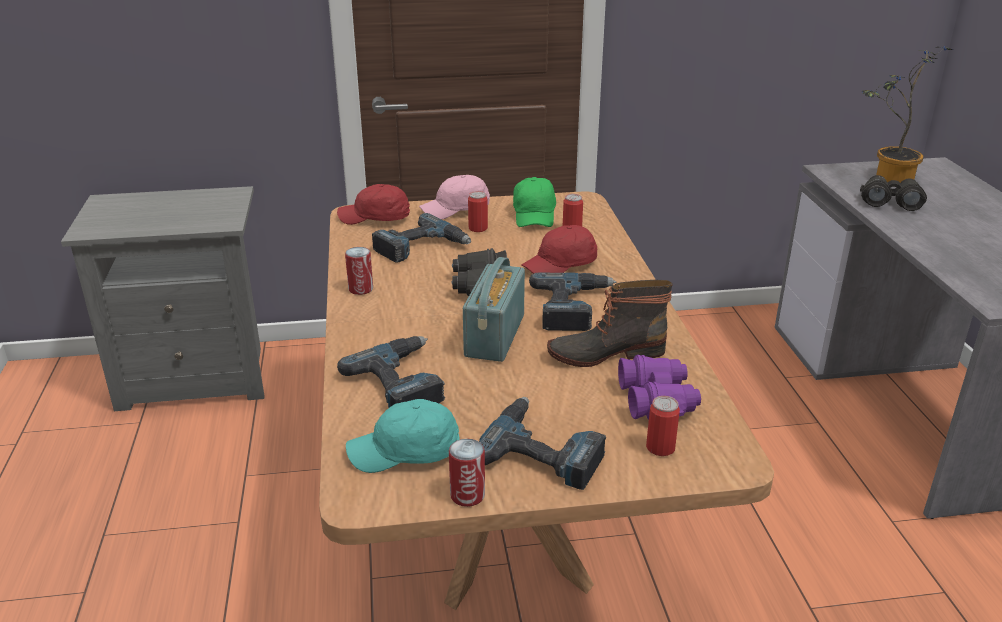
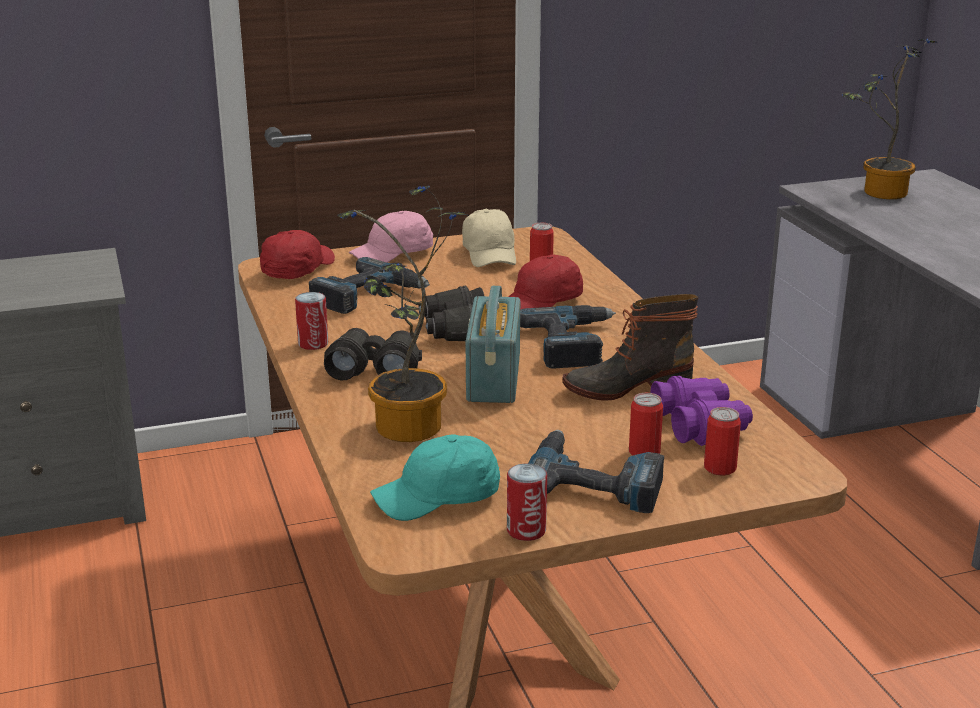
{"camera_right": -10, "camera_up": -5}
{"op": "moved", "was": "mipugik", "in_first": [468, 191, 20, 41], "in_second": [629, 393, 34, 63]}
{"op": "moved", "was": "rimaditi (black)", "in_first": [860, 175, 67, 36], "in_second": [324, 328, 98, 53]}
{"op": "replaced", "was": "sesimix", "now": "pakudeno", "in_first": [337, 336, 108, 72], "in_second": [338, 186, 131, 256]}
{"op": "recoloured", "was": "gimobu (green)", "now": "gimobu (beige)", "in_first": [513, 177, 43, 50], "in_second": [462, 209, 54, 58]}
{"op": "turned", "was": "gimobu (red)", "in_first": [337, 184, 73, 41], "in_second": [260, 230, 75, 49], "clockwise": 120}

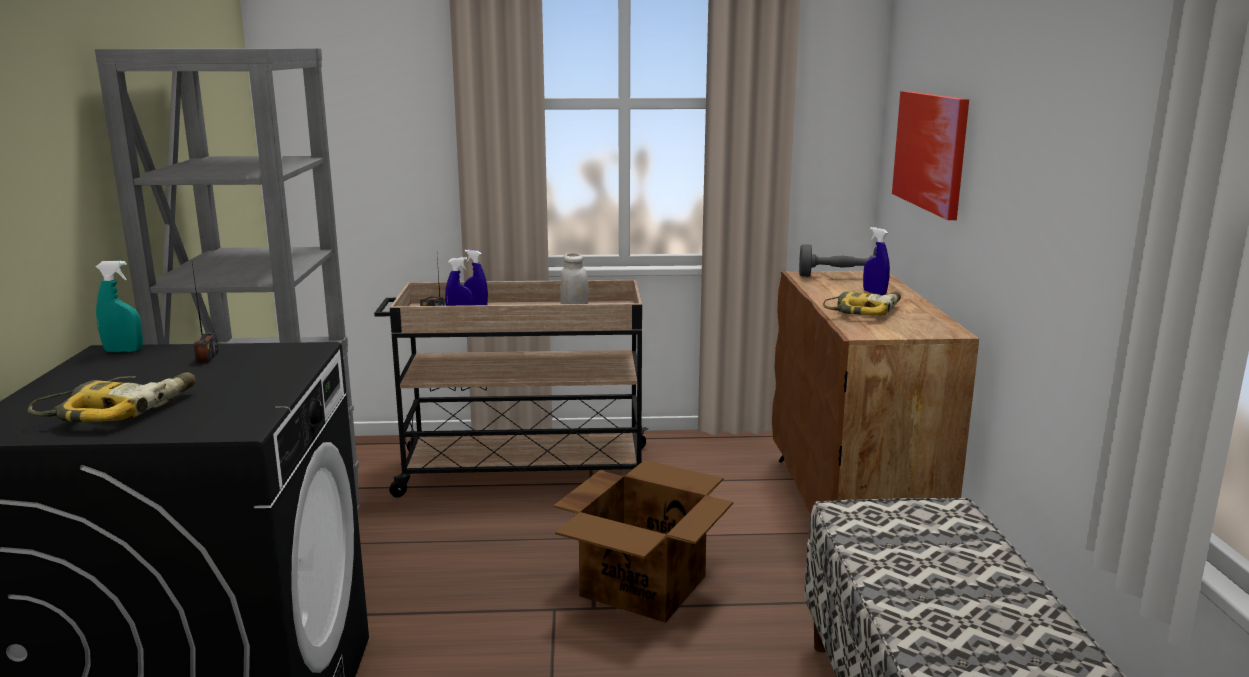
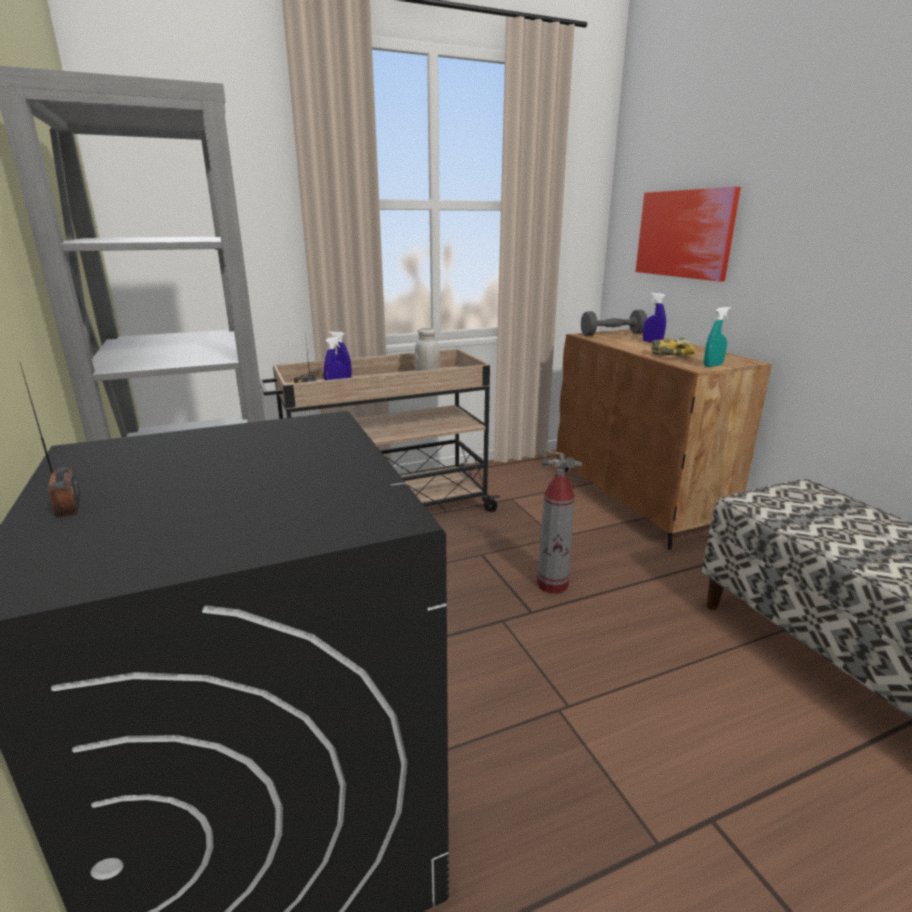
{"camera_right": -20, "camera_up": 5}
{"op": "removed", "was": "sesimix", "in_first": [28, 372, 167, 50]}
{"op": "moved", "was": "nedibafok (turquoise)", "in_first": [96, 261, 47, 91], "in_second": [704, 307, 27, 60]}
{"op": "moved", "was": "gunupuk", "in_first": [192, 264, 26, 99], "in_second": [20, 363, 60, 155]}
{"op": "replaced", "was": "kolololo", "now": "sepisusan", "in_first": [554, 460, 179, 163], "in_second": [537, 450, 45, 144]}

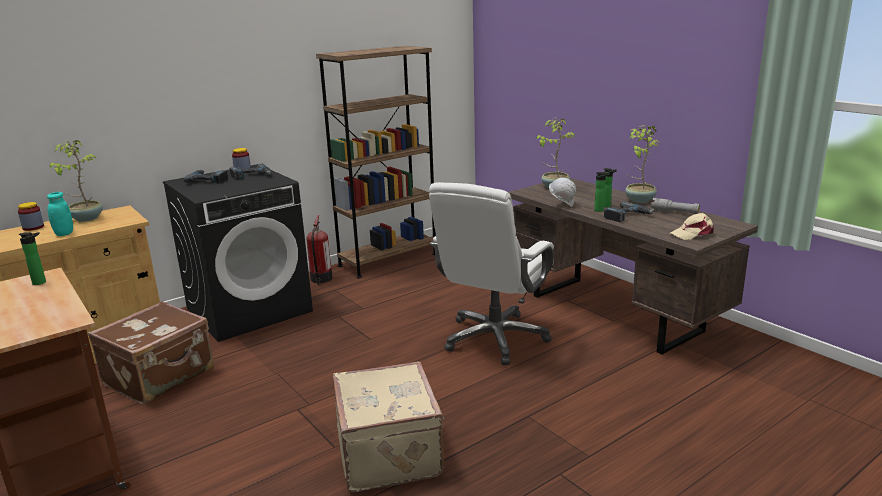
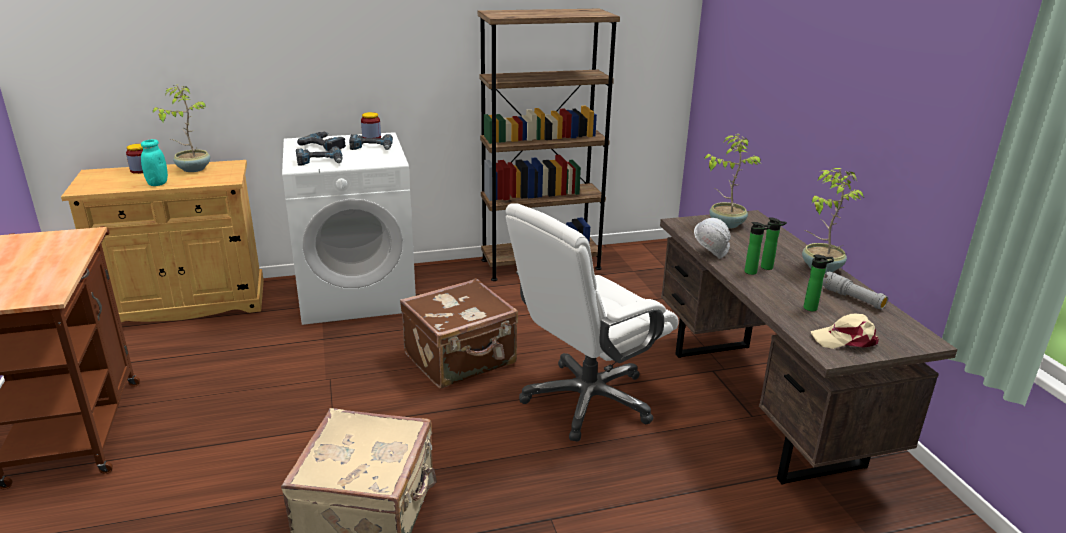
{"camera_right": 20, "camera_up": 5}
{"op": "removed", "was": "sepisusan", "in_first": [306, 215, 27, 70]}
{"op": "moved", "was": "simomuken", "in_first": [19, 232, 27, 53], "in_second": [803, 255, 31, 56]}
{"op": "moved", "was": "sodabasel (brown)", "in_first": [88, 301, 126, 104], "in_second": [400, 278, 118, 110]}
{"op": "moved", "was": "sesimix", "in_first": [604, 202, 50, 20], "in_second": [296, 146, 46, 20]}
{"op": "recoloured", "was": "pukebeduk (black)", "now": "pukebeduk (white)", "in_first": [163, 164, 150, 178], "in_second": [282, 132, 134, 193]}

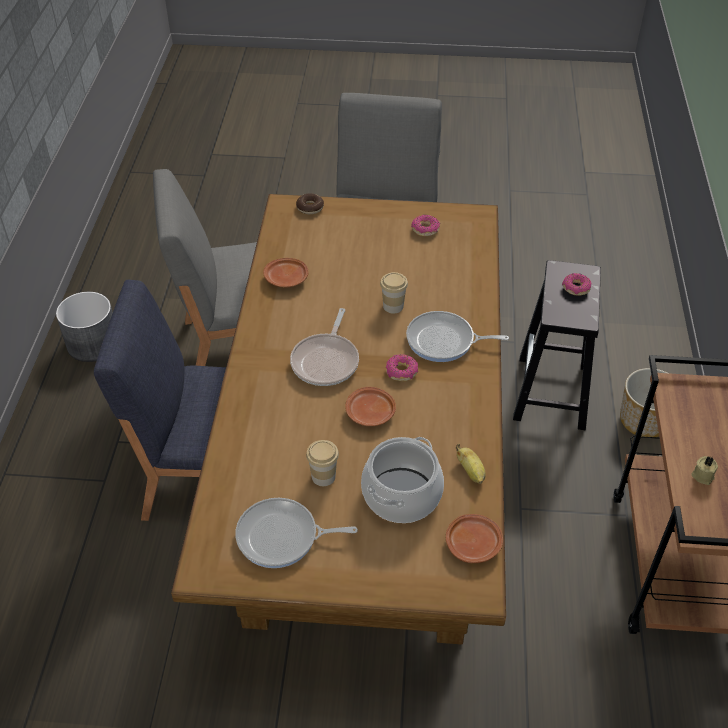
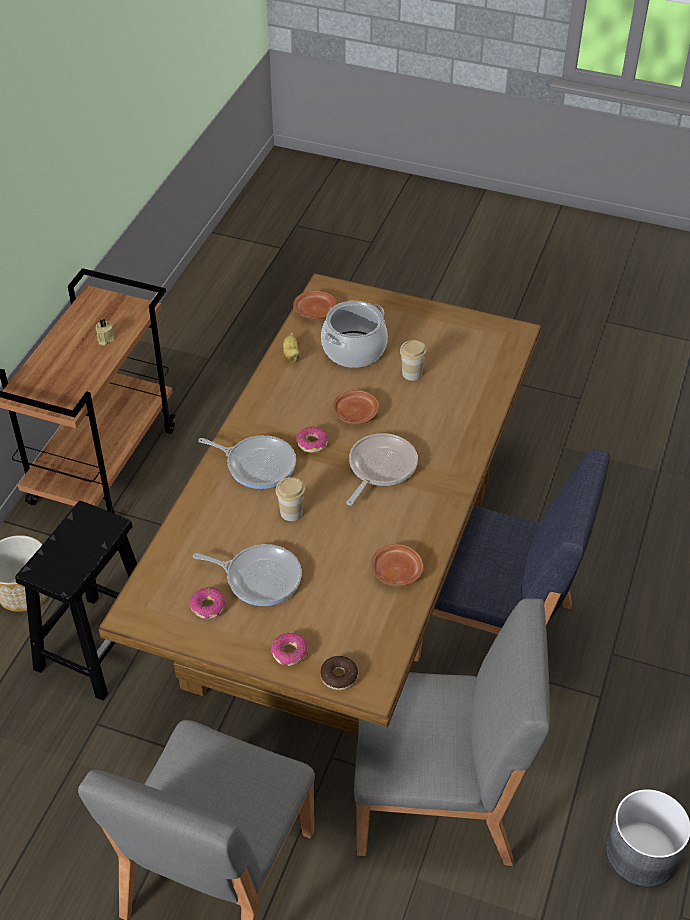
{"camera_right": -165, "camera_up": 0}
{"op": "moved", "was": "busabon", "in_first": [235, 498, 123, 70], "in_second": [193, 544, 109, 62]}
{"op": "moved", "was": "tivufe", "in_first": [562, 273, 29, 23], "in_second": [271, 633, 37, 33]}

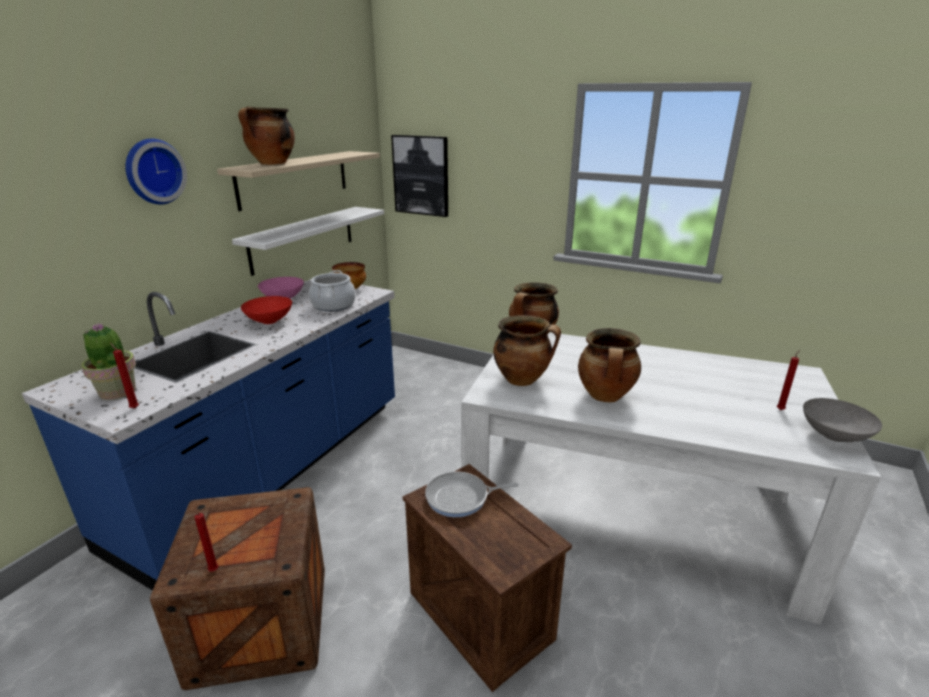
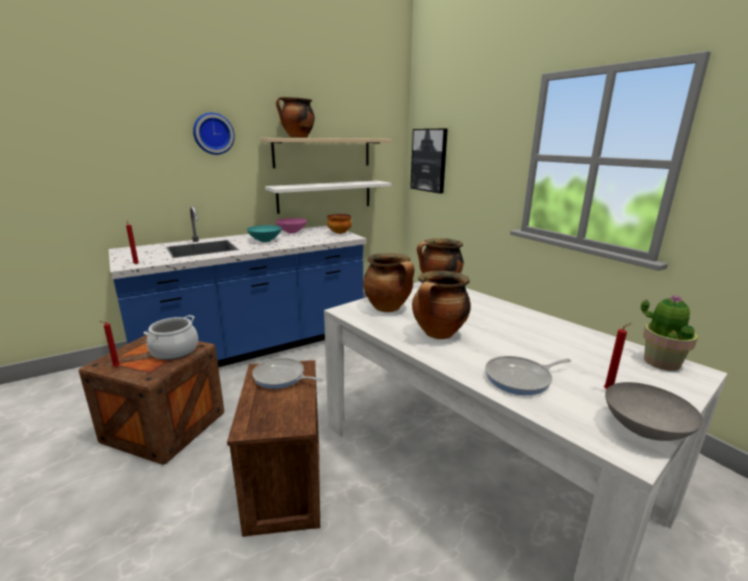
{"camera_right": 30, "camera_up": -5}
{"op": "added", "now": "busabon", "in_second": [485, 356, 86, 39]}
{"op": "moved", "was": "pakudeno", "in_first": [81, 323, 55, 77], "in_second": [641, 295, 57, 76]}
{"op": "moved", "was": "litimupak", "in_first": [309, 270, 47, 42], "in_second": [144, 315, 54, 45]}
{"op": "recoloured", "was": "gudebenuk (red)", "now": "gudebenuk (turquoise)", "in_first": [241, 296, 51, 28], "in_second": [247, 225, 35, 17]}

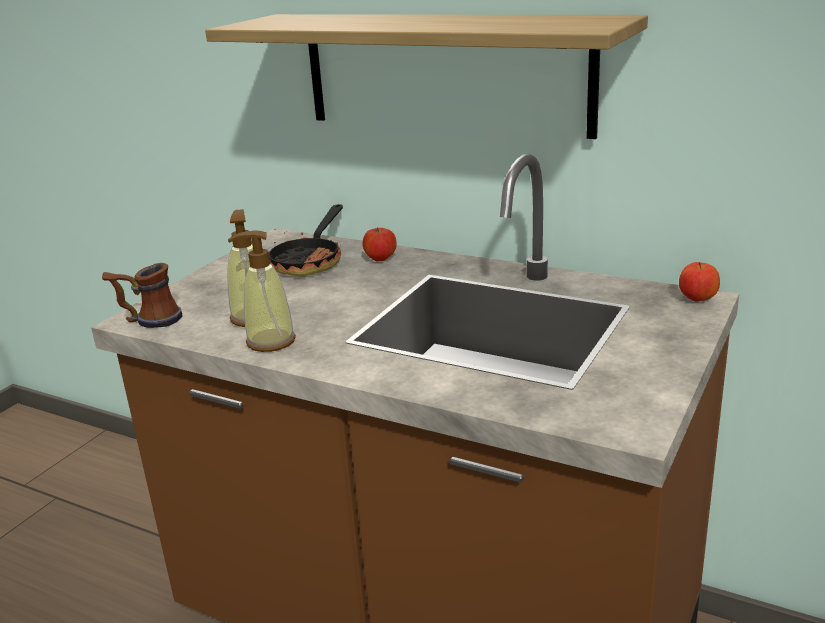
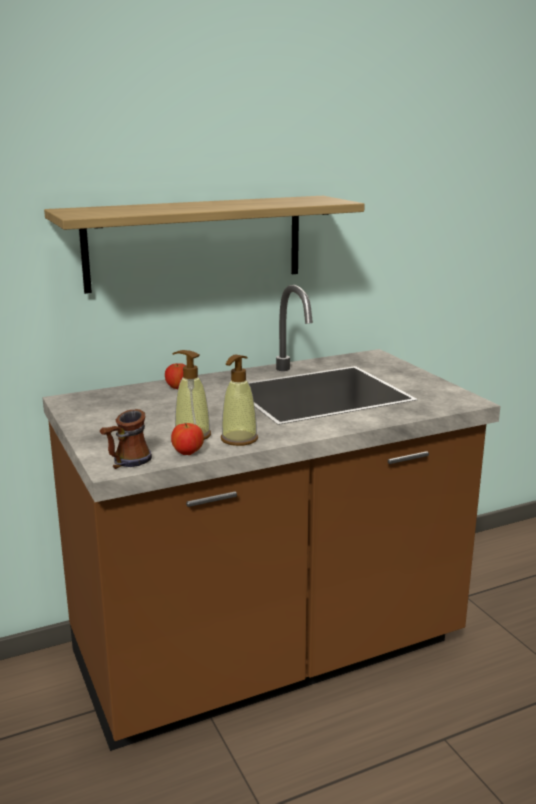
{"camera_right": -55, "camera_up": -5}
{"op": "removed", "was": "busabon", "in_first": [268, 204, 75, 72]}
{"op": "moved", "was": "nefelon", "in_first": [679, 262, 41, 40], "in_second": [171, 423, 33, 32]}

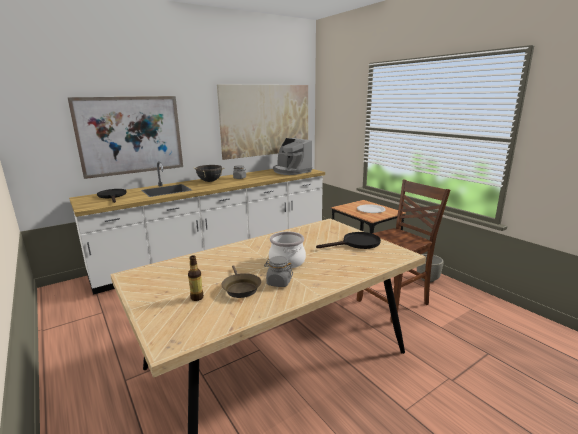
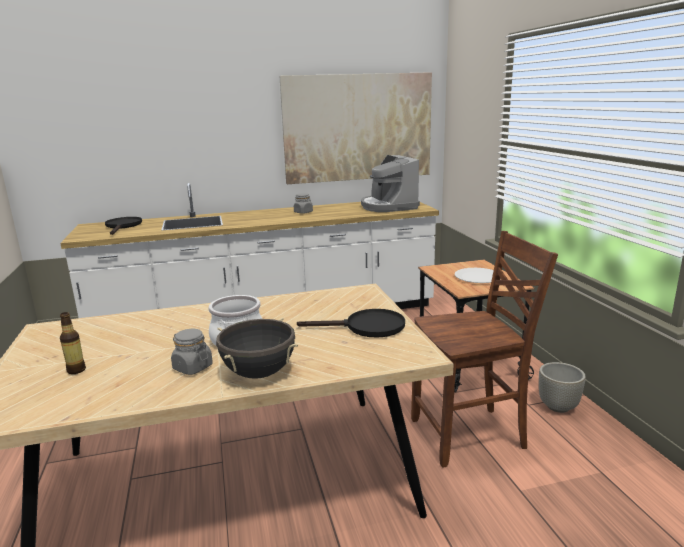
{"camera_right": 20, "camera_up": 0}
{"op": "removed", "was": "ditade", "in_first": [67, 96, 116, 83]}
{"op": "removed", "was": "busabon (brown)", "in_first": [221, 265, 40, 33]}
{"op": "moved", "was": "litimupak (black)", "in_first": [194, 165, 31, 17], "in_second": [216, 318, 82, 61]}

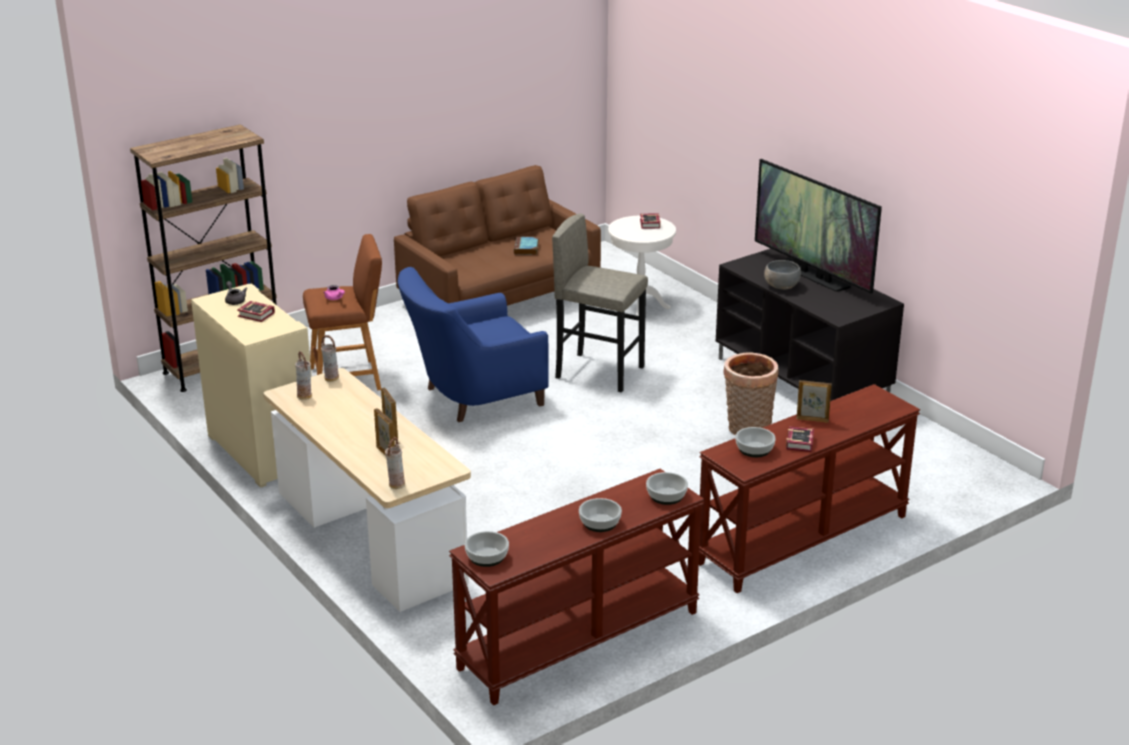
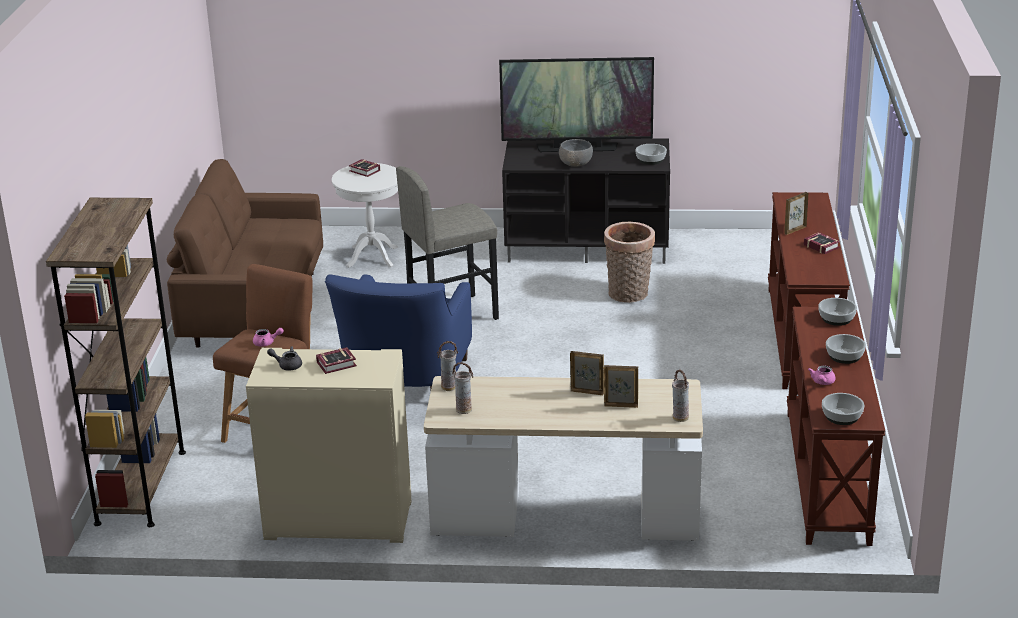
{"camera_right": -50, "camera_up": 0}
{"op": "removed", "was": "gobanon", "in_first": [514, 237, 25, 18]}
{"op": "added", "now": "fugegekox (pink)", "in_second": [808, 365, 28, 20]}
{"op": "moved", "was": "gudebenuk", "in_first": [735, 427, 41, 30], "in_second": [635, 144, 32, 21]}

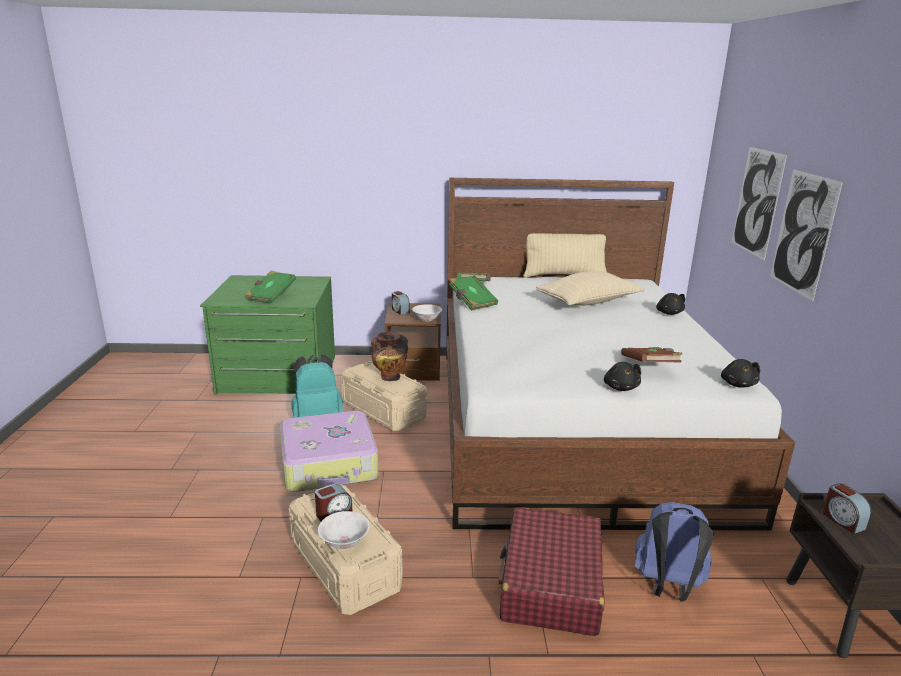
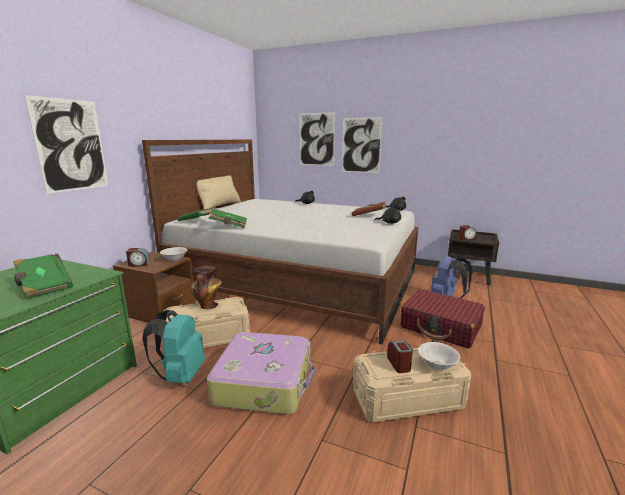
{"camera_right": -65, "camera_up": -5}
{"op": "removed", "was": "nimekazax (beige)", "in_first": [536, 271, 108, 35]}
{"op": "added", "now": "ditade", "in_second": [25, 95, 83, 99]}

